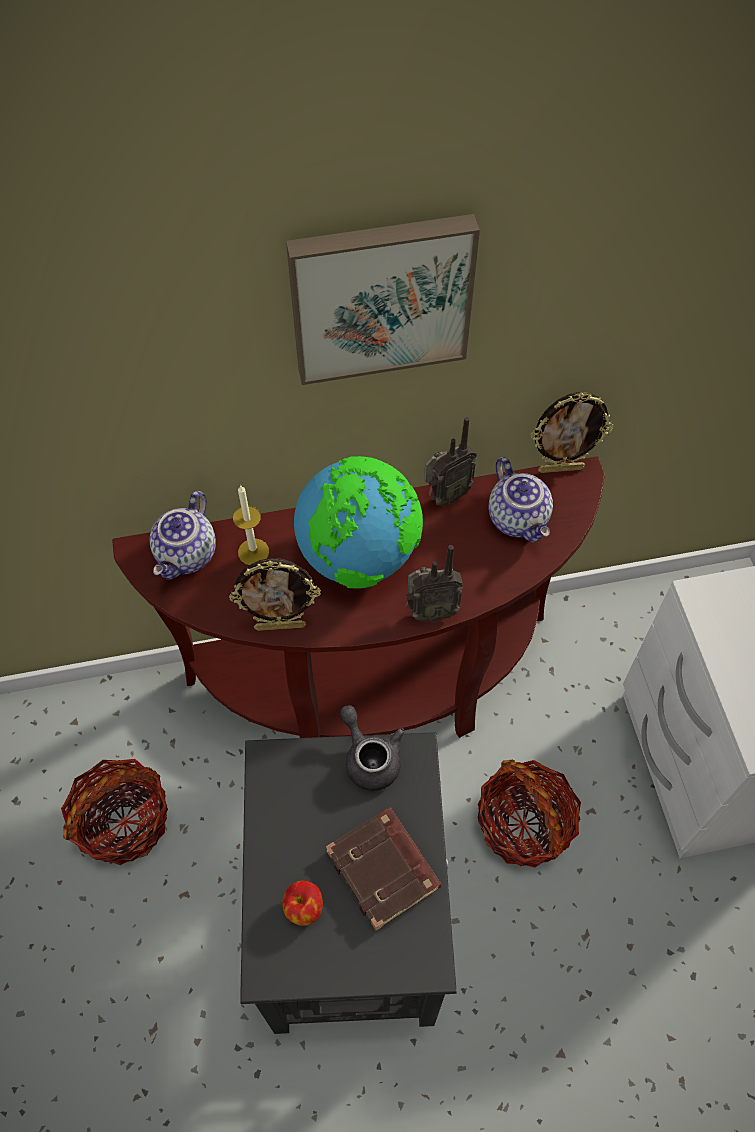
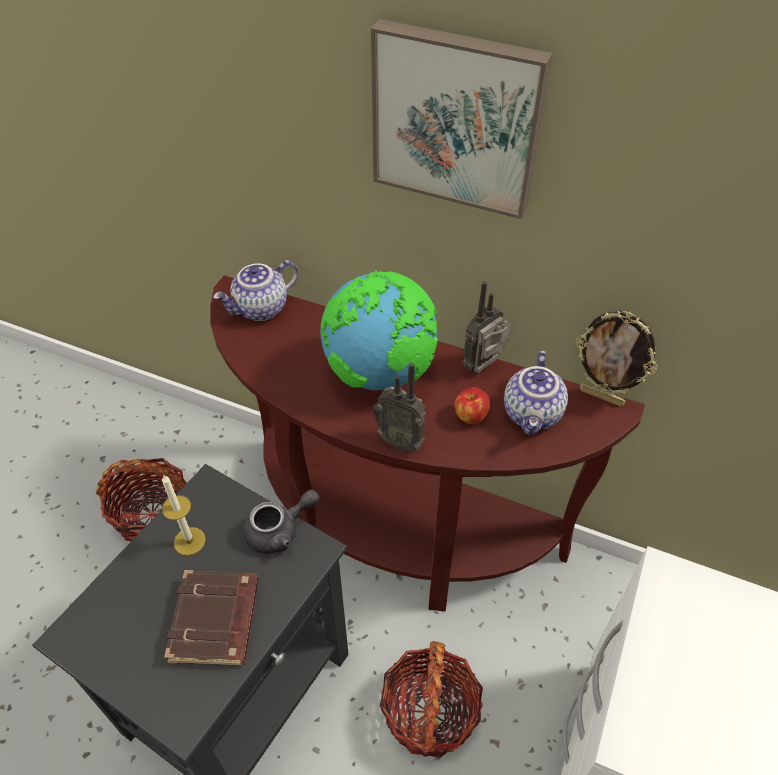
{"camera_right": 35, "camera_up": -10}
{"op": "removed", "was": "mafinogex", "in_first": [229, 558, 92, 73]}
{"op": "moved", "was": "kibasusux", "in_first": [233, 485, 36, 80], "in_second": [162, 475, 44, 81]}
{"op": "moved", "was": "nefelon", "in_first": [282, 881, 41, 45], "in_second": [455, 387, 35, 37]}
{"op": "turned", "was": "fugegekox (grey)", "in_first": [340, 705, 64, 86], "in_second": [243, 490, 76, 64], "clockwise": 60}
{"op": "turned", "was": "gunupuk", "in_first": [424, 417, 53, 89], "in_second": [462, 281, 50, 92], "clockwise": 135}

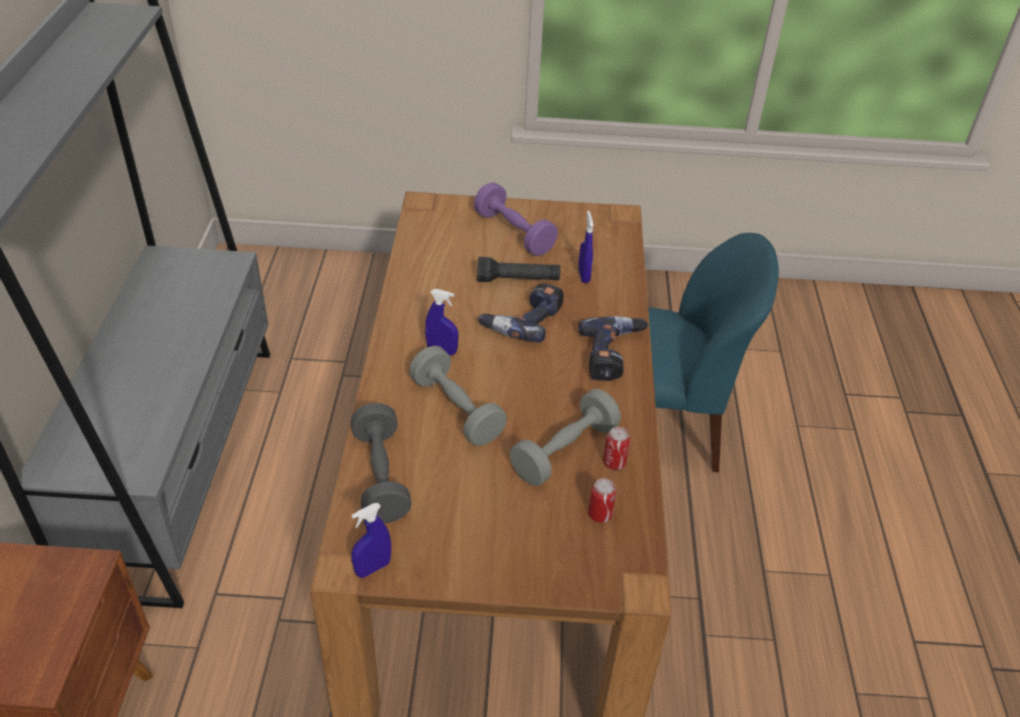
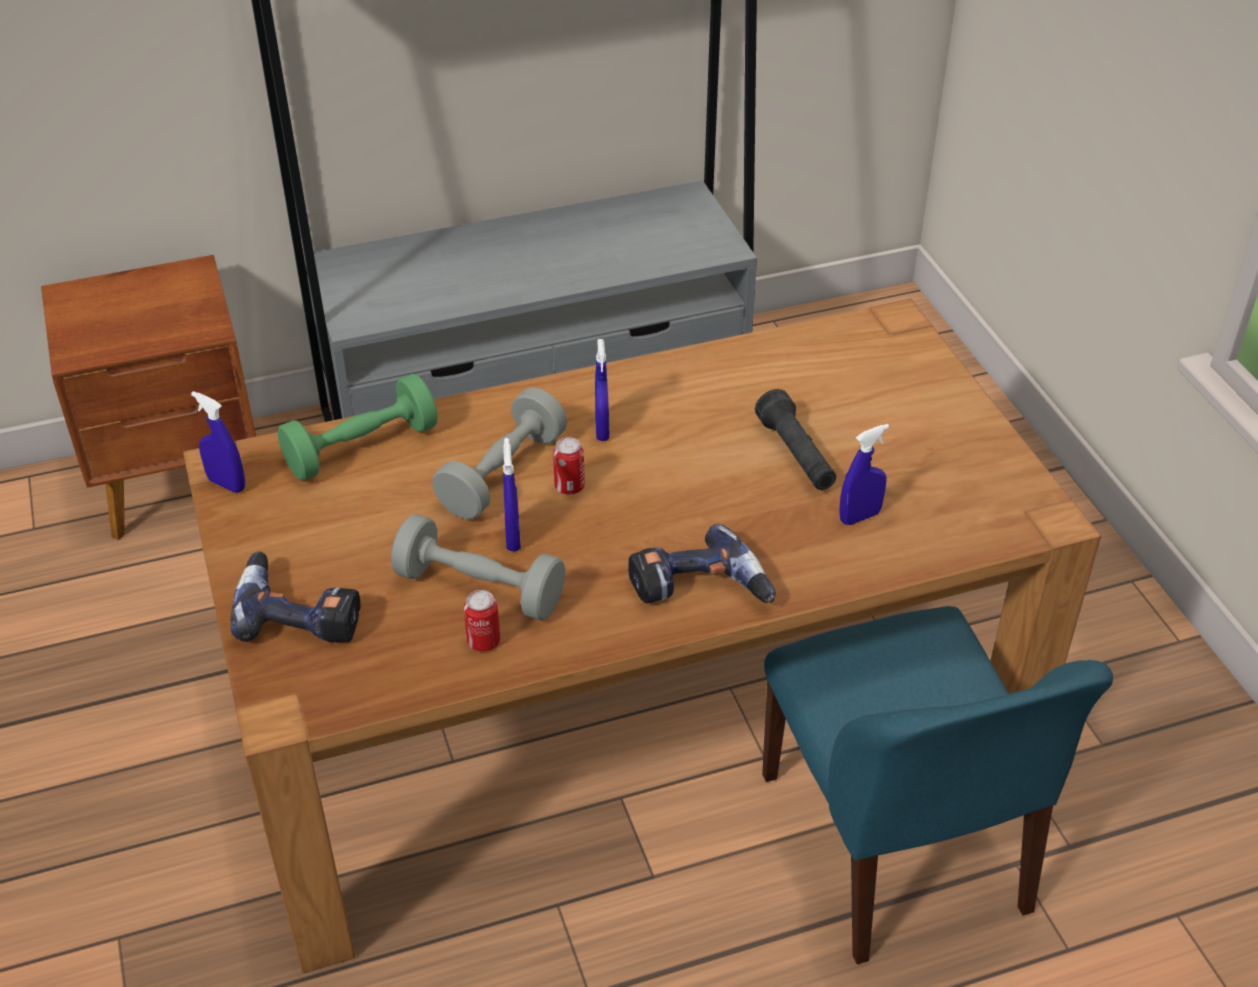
{"camera_right": 70, "camera_up": 0}
{"op": "removed", "was": "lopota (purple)", "in_first": [474, 182, 84, 74]}
{"op": "added", "now": "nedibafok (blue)", "in_second": [503, 438, 18, 114]}
{"op": "moved", "was": "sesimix", "in_first": [478, 284, 86, 59], "in_second": [230, 552, 131, 90]}
{"op": "moved", "was": "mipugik", "in_first": [588, 478, 28, 45], "in_second": [553, 437, 32, 57]}
{"op": "recoloured", "was": "lopota (grey)", "now": "lopota (green)", "in_first": [351, 403, 61, 120], "in_second": [278, 374, 160, 106]}

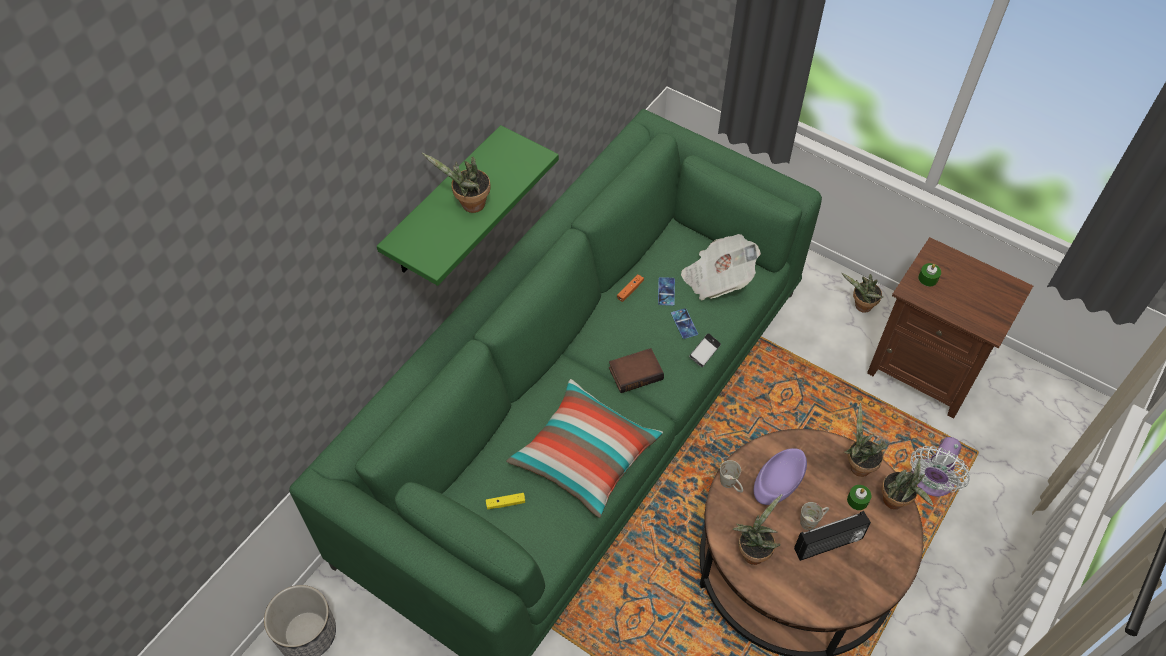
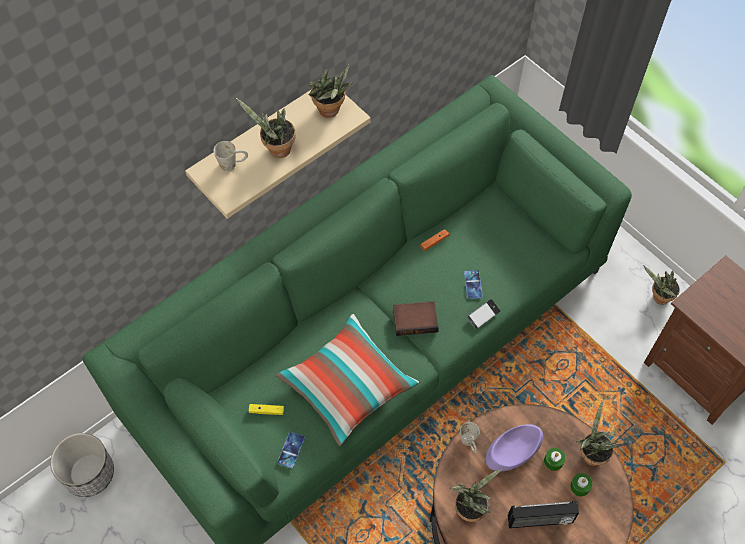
{"camera_right": 15, "camera_up": 5}
{"op": "removed", "was": "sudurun", "in_first": [681, 234, 80, 67]}
{"op": "removed", "was": "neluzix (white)", "in_first": [910, 437, 60, 60]}
{"op": "moved", "was": "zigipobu", "in_first": [658, 277, 17, 29], "in_second": [277, 432, 28, 36]}
{"op": "moved", "was": "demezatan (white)", "in_first": [800, 502, 29, 28], "in_second": [214, 141, 34, 30]}
{"op": "moved", "was": "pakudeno", "in_first": [881, 458, 52, 51], "in_second": [308, 64, 44, 54]}
{"op": "moved", "was": "kibasusux (green)", "in_first": [918, 263, 23, 23], "in_second": [544, 448, 21, 23]}
{"op": "recoloured", "was": "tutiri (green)", "now": "tutiri (beige)", "in_first": [377, 125, 182, 161], "in_second": [185, 90, 186, 129]}

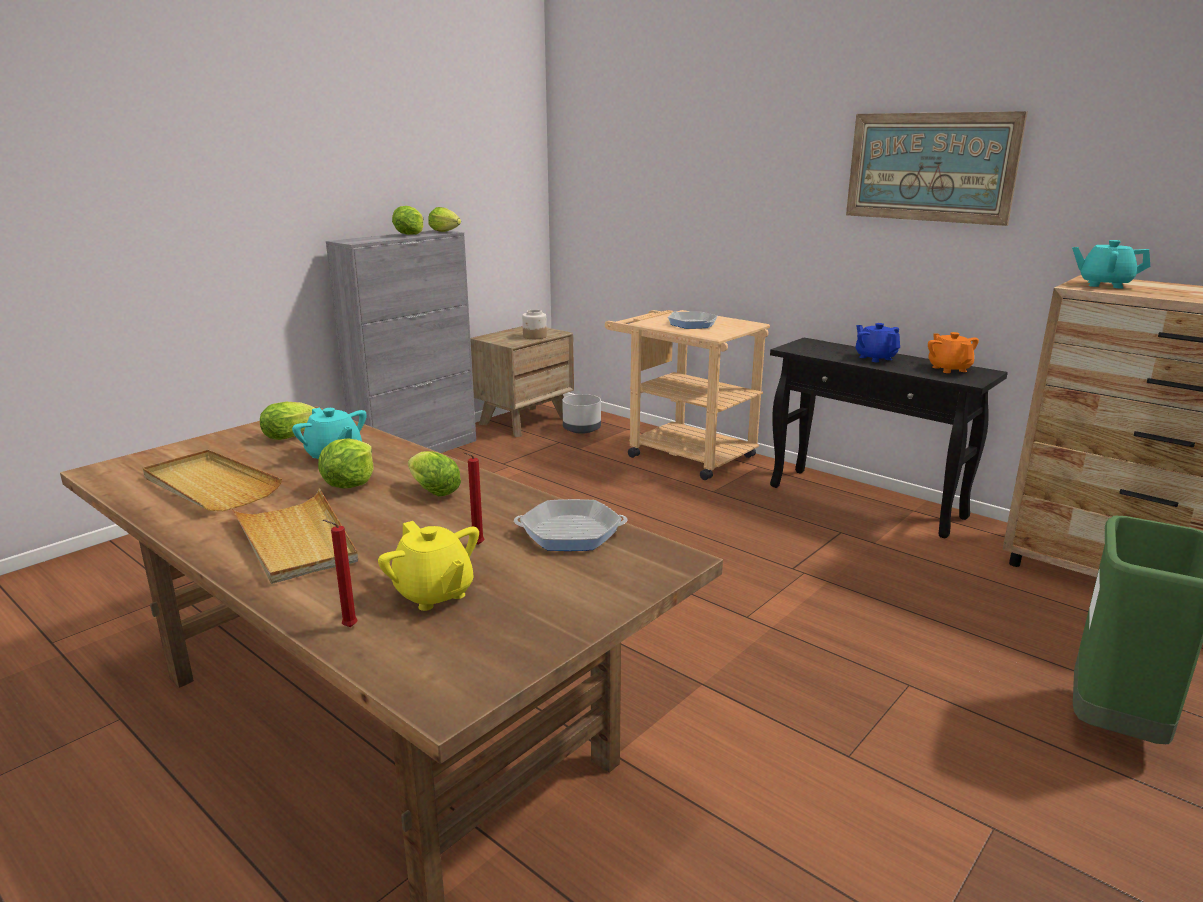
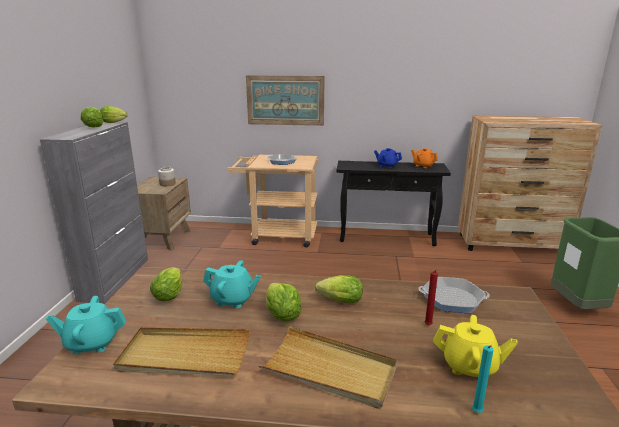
{"camera_right": -35, "camera_up": 0}
{"op": "removed", "was": "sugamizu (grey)", "in_first": [562, 394, 39, 40]}
{"op": "moved", "was": "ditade", "in_first": [846, 111, 182, 115], "in_second": [246, 75, 79, 51]}
{"op": "moved", "was": "fugegekox (turquoise)", "in_first": [1072, 240, 78, 48], "in_second": [46, 296, 80, 58]}
{"op": "recoloured", "was": "kibasusux (red)", "now": "kibasusux (turquoise)", "in_first": [323, 520, 34, 107], "in_second": [472, 345, 21, 68]}
{"op": "turned", "was": "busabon", "in_first": [514, 499, 114, 52], "in_second": [418, 277, 72, 36], "clockwise": -135}

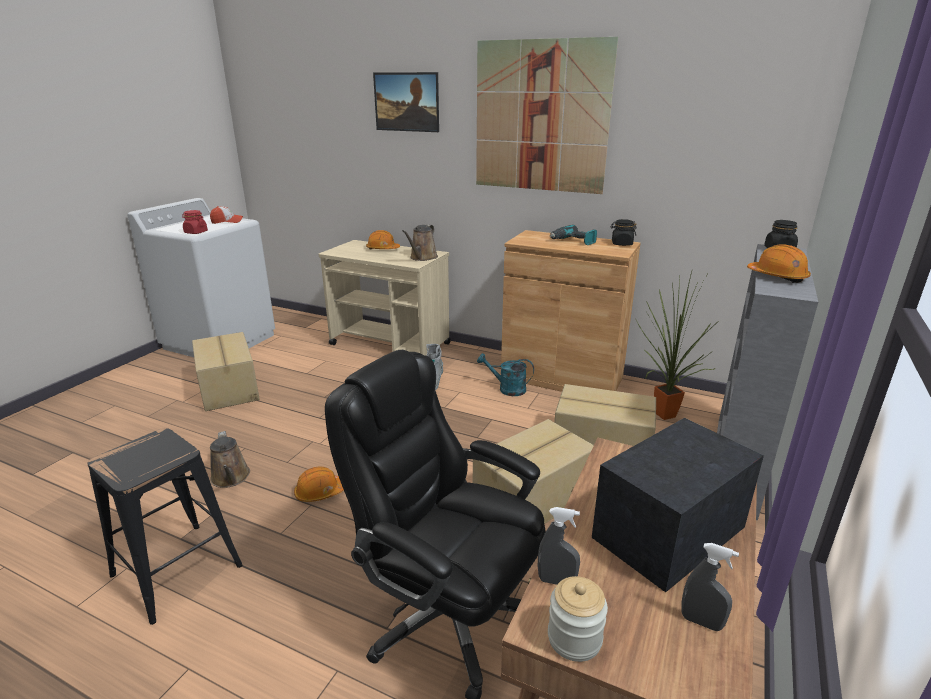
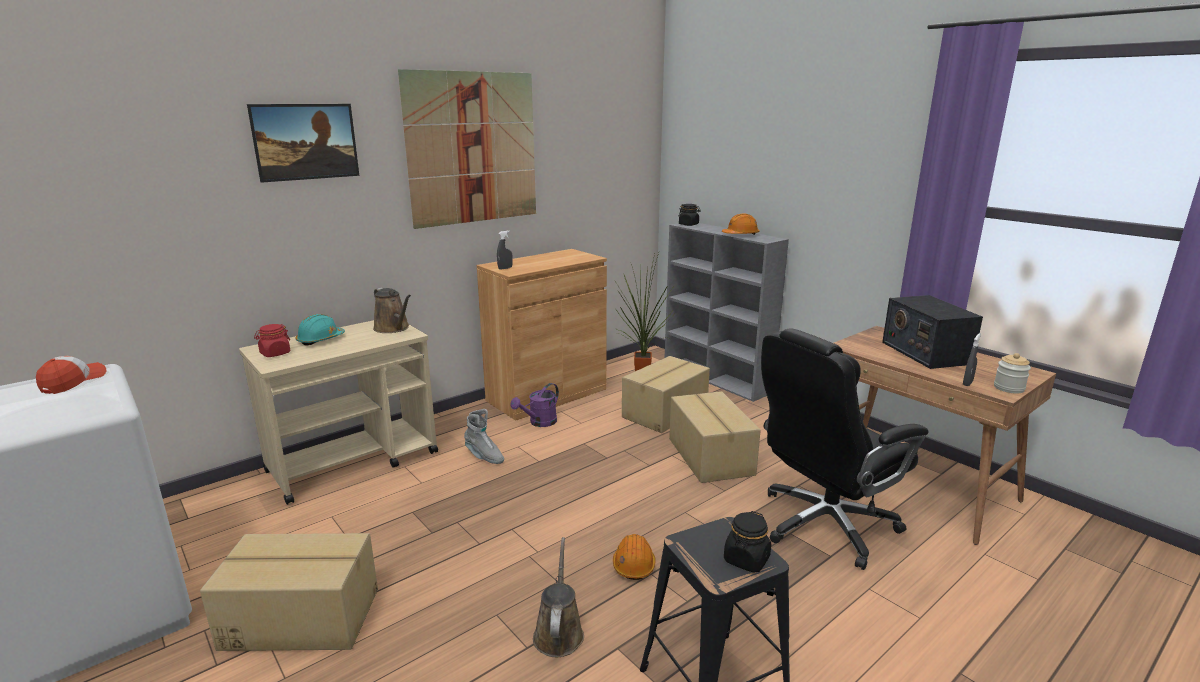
{"camera_right": -65, "camera_up": -5}
{"op": "removed", "was": "sesimix", "in_first": [550, 225, 47, 20]}
{"op": "moved", "was": "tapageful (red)", "in_first": [182, 210, 26, 24], "in_second": [254, 324, 36, 33]}
{"op": "moved", "was": "tapageful (black)", "in_first": [610, 219, 27, 27], "in_second": [724, 511, 47, 62]}
{"op": "moved", "was": "nedibafok (grey)", "in_first": [681, 543, 58, 88], "in_second": [497, 231, 16, 39]}
{"op": "recoloured", "was": "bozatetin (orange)", "now": "bozatetin (turquoise)", "in_first": [366, 230, 34, 20], "in_second": [296, 314, 49, 32]}
{"op": "recoloured", "was": "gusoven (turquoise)", "now": "gusoven (purple)", "in_first": [477, 353, 57, 43], "in_second": [510, 383, 49, 44]}
{"op": "turned", "was": "gusoven (brown)", "in_first": [210, 431, 40, 57], "in_second": [533, 537, 51, 120], "clockwise": -90}

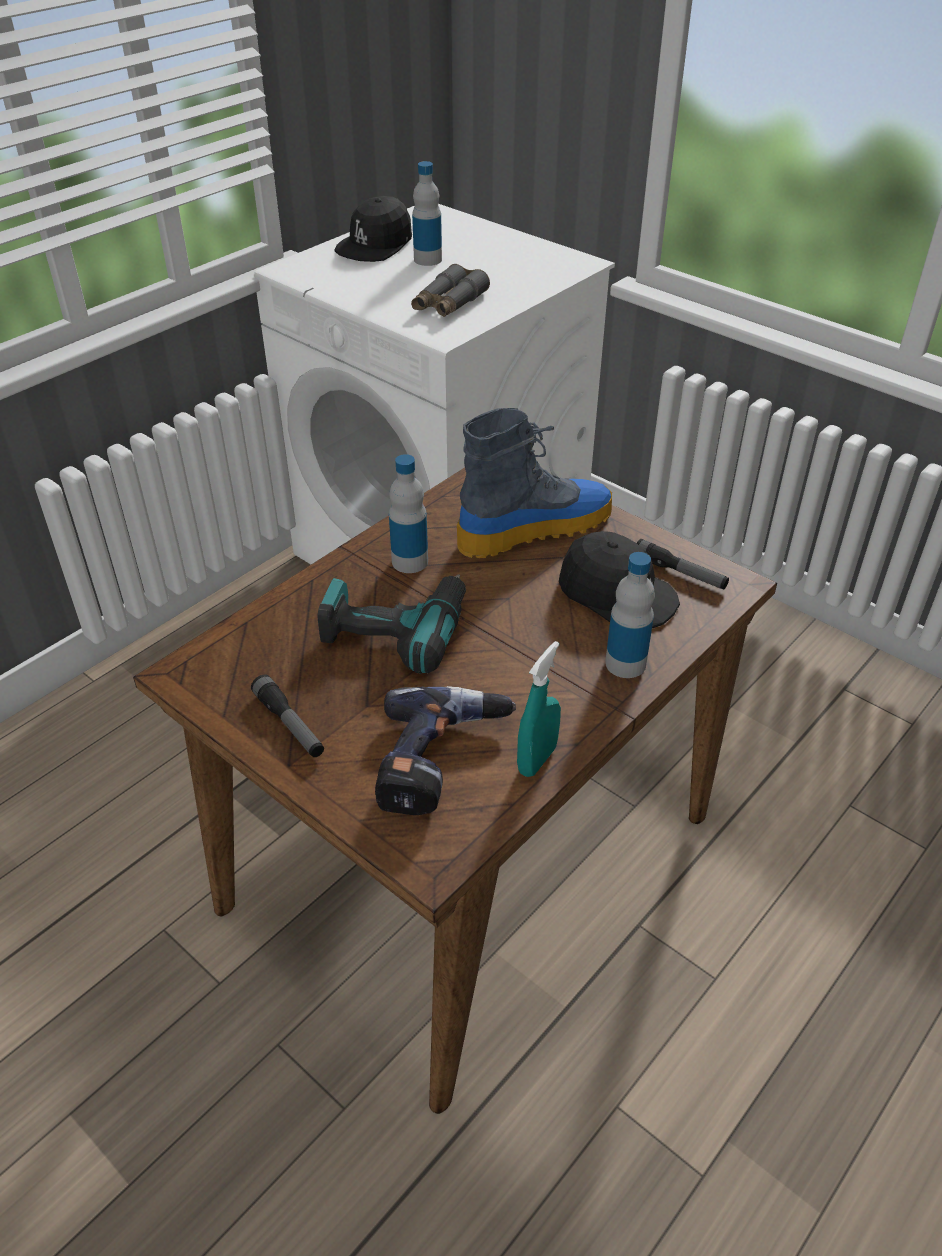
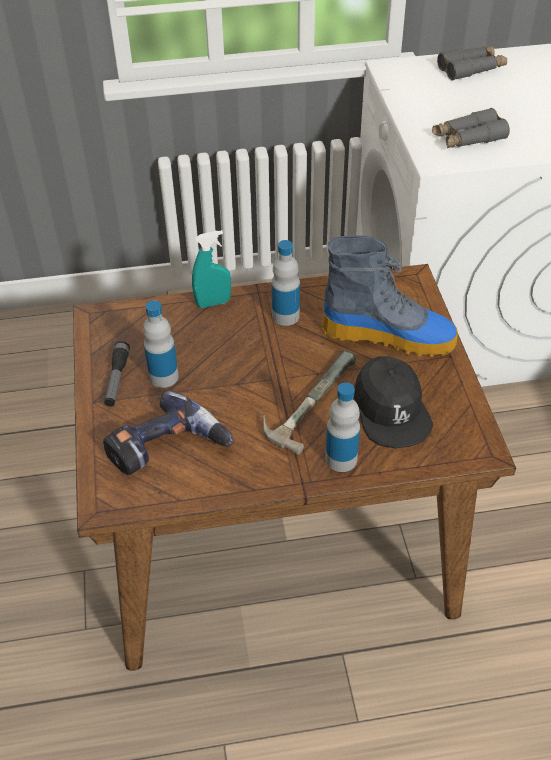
{"camera_right": 40, "camera_up": 5}
{"op": "removed", "was": "sesimix", "in_first": [318, 574, 148, 100]}
{"op": "removed", "was": "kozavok", "in_first": [637, 539, 92, 50]}
{"op": "added", "now": "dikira", "in_second": [263, 350, 93, 105]}
{"op": "moved", "was": "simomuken", "in_first": [412, 161, 30, 105], "in_second": [143, 300, 36, 88]}
{"op": "moved", "was": "nedibafok (turquoise)", "in_first": [517, 641, 44, 136], "in_second": [192, 230, 39, 78]}
{"op": "replaced", "was": "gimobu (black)", "now": "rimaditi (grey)", "in_first": [334, 196, 78, 66], "in_second": [437, 46, 70, 34]}

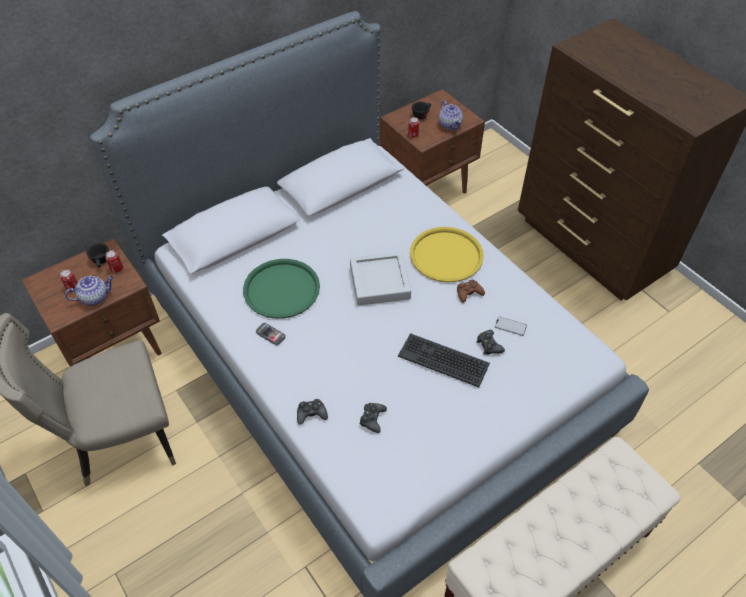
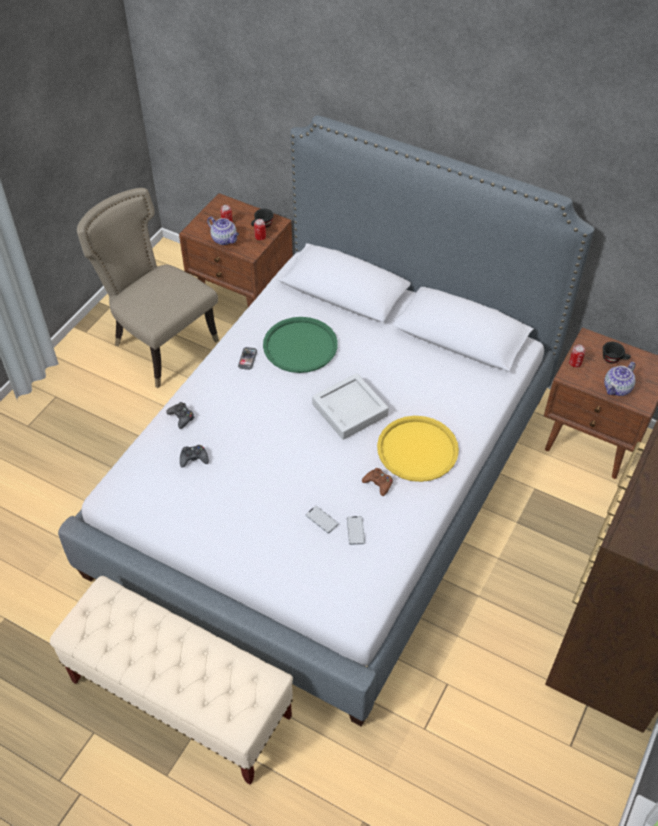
{"camera_right": 65, "camera_up": 0}
{"op": "removed", "was": "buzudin", "in_first": [398, 333, 92, 54]}
{"op": "replaced", "was": "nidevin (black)", "now": "zigipobu", "in_first": [476, 330, 29, 25], "in_second": [306, 506, 32, 28]}

